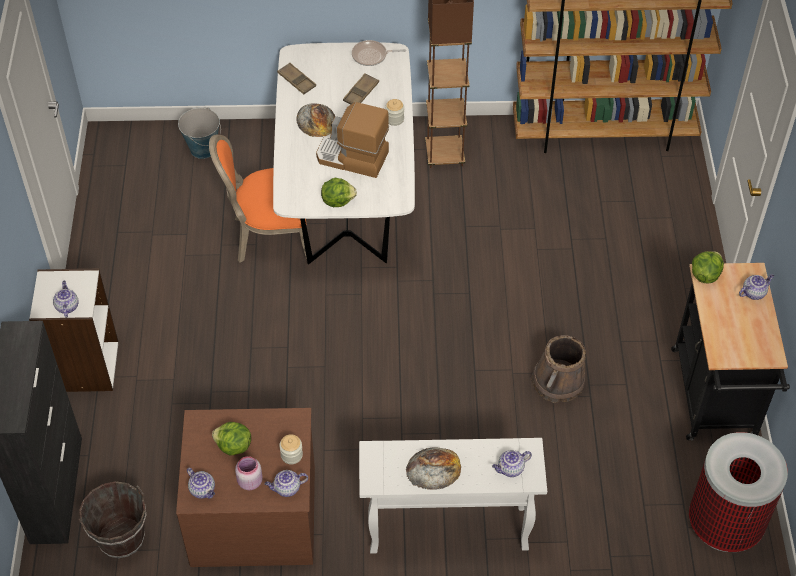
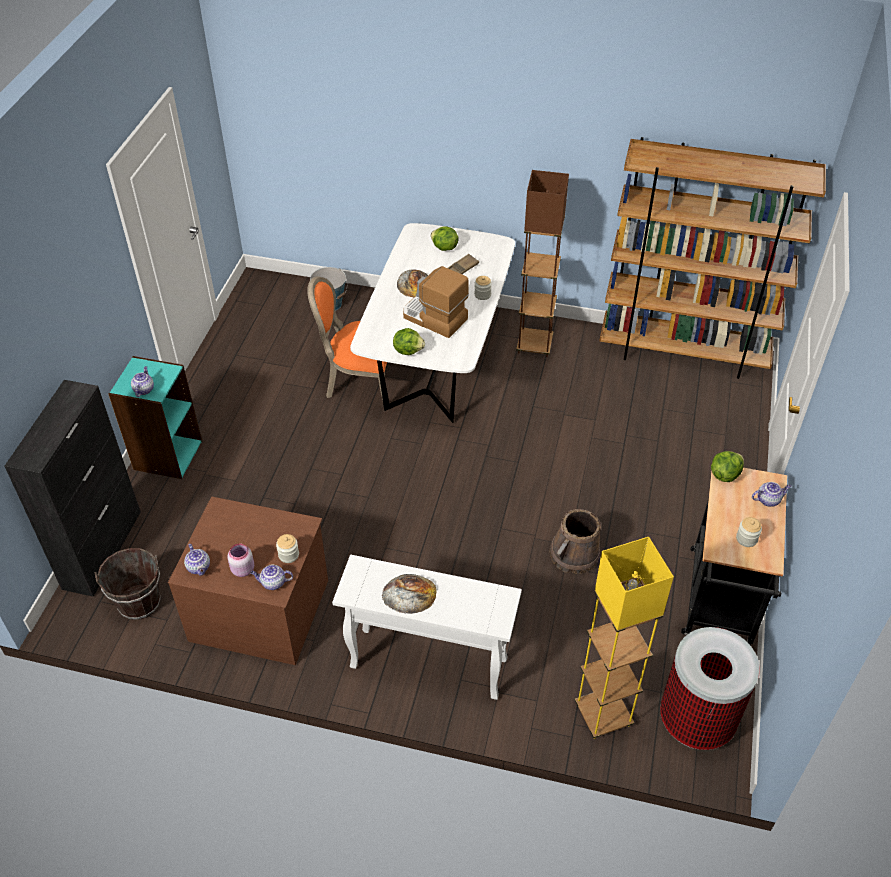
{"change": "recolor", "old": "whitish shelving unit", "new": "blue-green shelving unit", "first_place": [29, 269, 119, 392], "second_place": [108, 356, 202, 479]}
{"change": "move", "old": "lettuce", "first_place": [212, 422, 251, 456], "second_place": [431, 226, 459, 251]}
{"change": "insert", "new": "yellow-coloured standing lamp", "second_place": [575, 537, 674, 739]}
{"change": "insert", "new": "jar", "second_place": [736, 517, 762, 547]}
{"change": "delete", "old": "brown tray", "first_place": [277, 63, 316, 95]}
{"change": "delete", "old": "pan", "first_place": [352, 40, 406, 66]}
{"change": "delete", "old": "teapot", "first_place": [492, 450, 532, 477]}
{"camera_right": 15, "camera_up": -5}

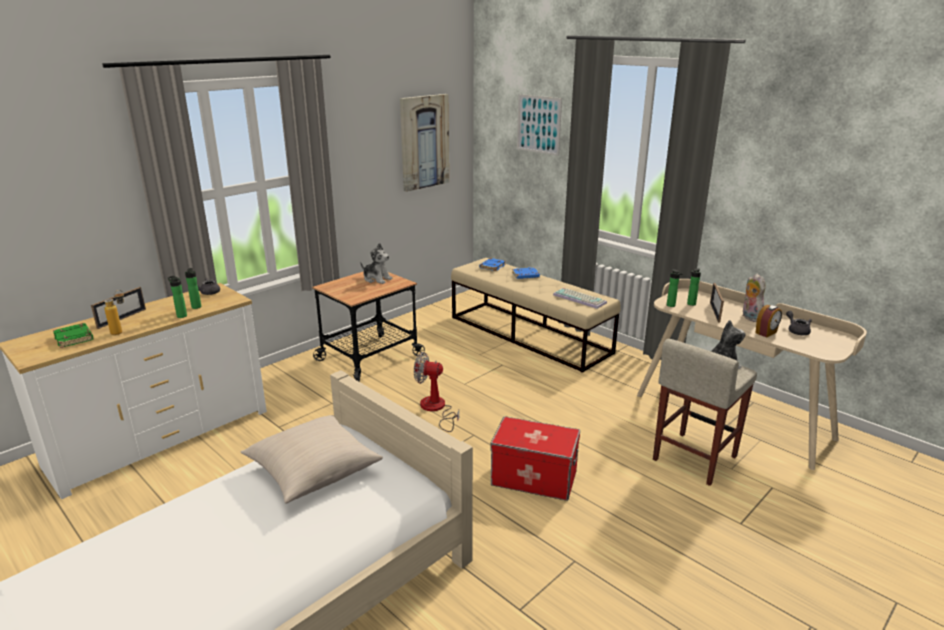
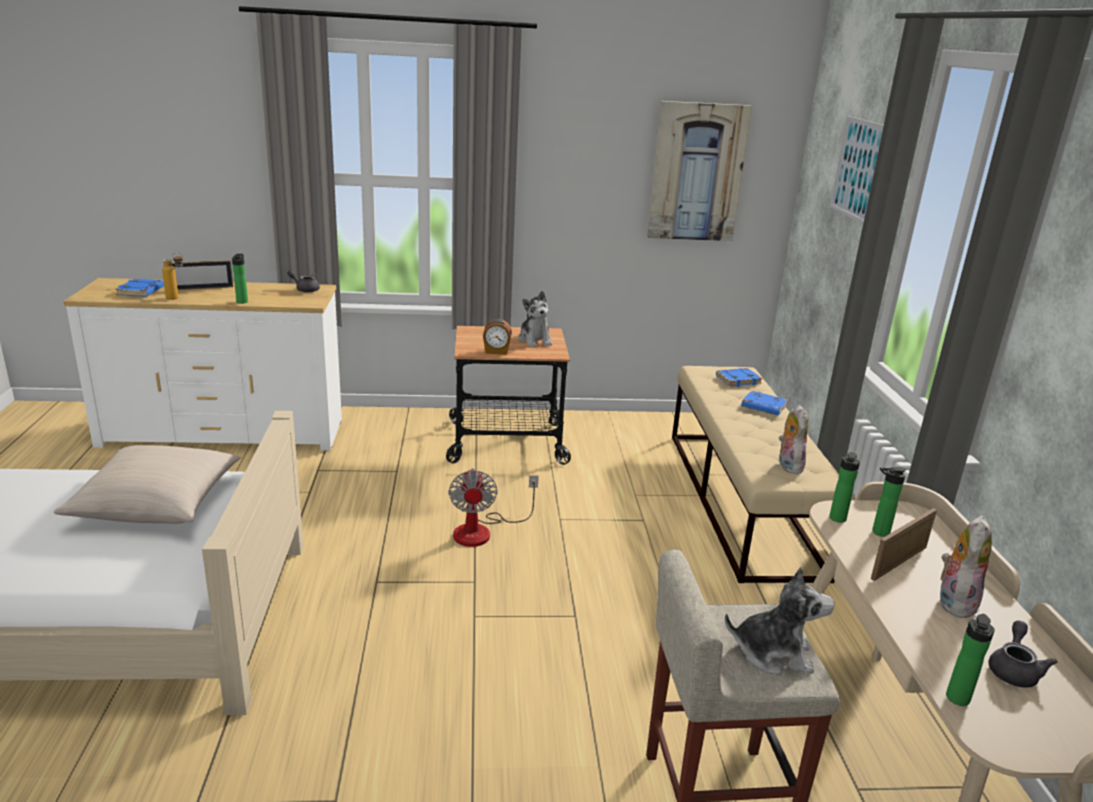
{"change": "recolor", "old": "green volume", "new": "blue volume", "first_place": [53, 323, 94, 348], "second_place": [115, 278, 164, 297]}
{"change": "rotate", "old": "fan", "first_place": [414, 352, 459, 432], "second_place": [449, 468, 539, 547], "degrees": -150}
{"change": "move", "old": "bedside clock", "first_place": [756, 305, 782, 337], "second_place": [483, 319, 512, 355]}
{"change": "replace", "old": "computer keyboard", "new": "cuddly toy", "first_place": [553, 288, 607, 309], "second_place": [779, 405, 808, 474]}
{"change": "move", "old": "drink bottle", "first_place": [185, 268, 201, 309], "second_place": [946, 614, 995, 706]}
{"change": "delete", "old": "storage box", "first_place": [490, 416, 580, 501]}
{"camera_right": 40, "camera_up": 0}

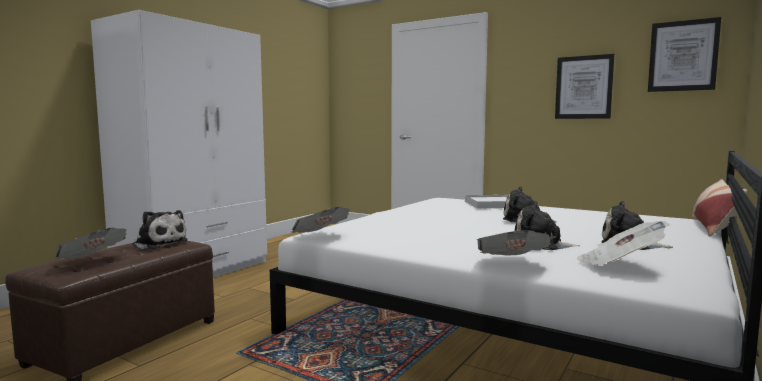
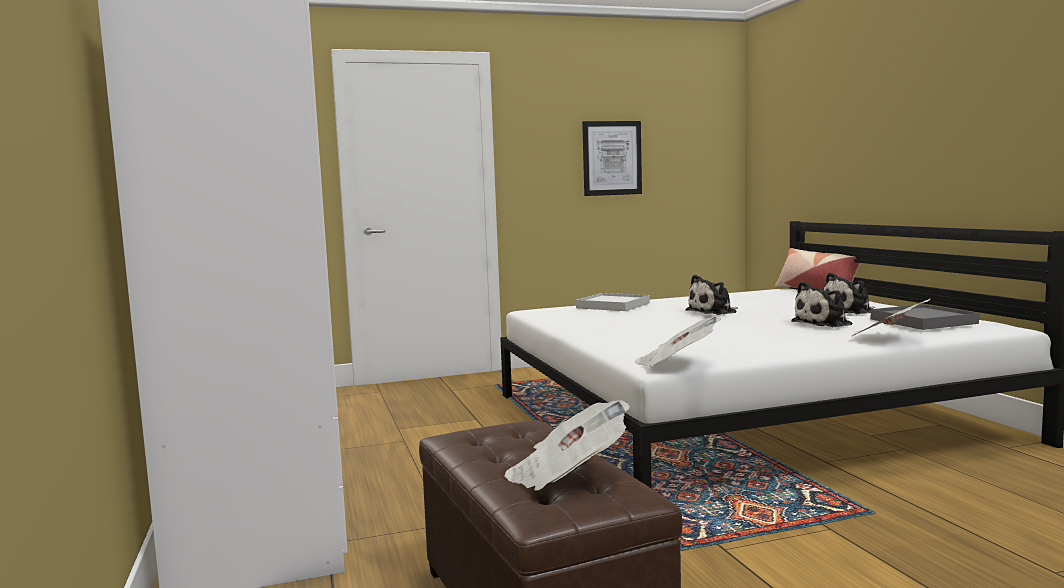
{"change": "replace", "old": "printed paper", "new": "gray tray", "first_place": [577, 221, 669, 266], "second_place": [871, 304, 979, 330]}
{"change": "delete", "old": "cuddly toy", "first_place": [132, 210, 188, 249]}
{"change": "delete", "old": "picture", "first_place": [648, 17, 721, 92]}
{"camera_right": -50, "camera_up": 0}

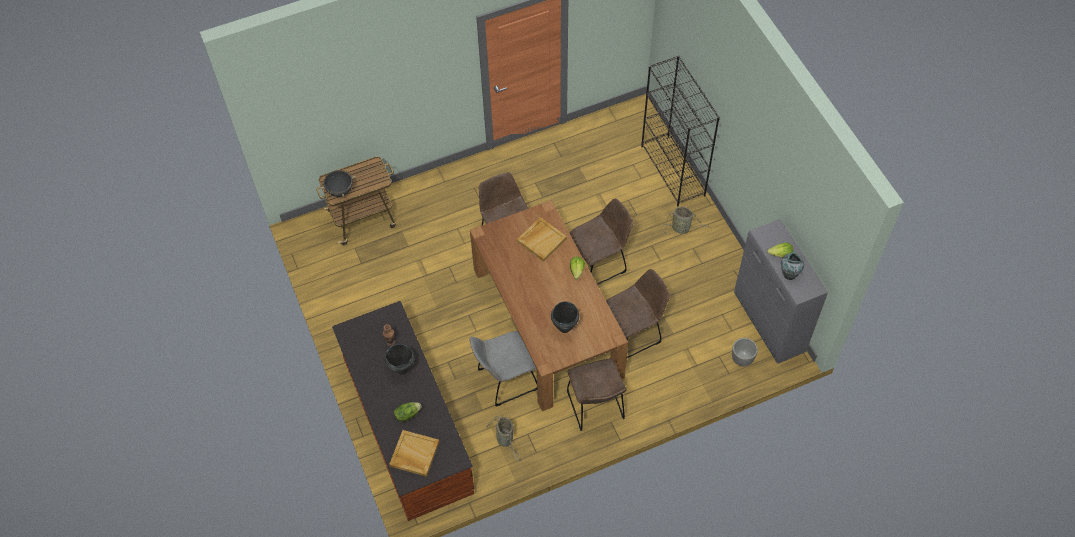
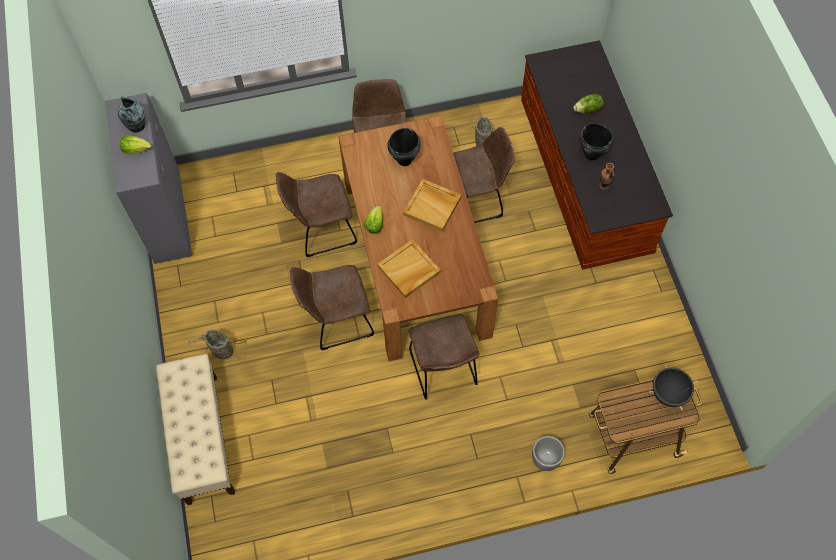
{"change": "replace", "old": "black-coloured shelving unit", "new": "beige long seat", "first_place": [641, 55, 720, 206], "second_place": [156, 354, 235, 505]}
{"change": "move", "old": "beige tray", "first_place": [389, 430, 439, 477], "second_place": [403, 179, 461, 232]}
{"change": "recolor", "old": "gray plain chair", "new": "brown plain chair", "first_place": [469, 331, 537, 406], "second_place": [453, 127, 515, 223]}
{"change": "move", "old": "plant pot", "first_place": [732, 338, 758, 367], "second_place": [532, 436, 565, 471]}
{"camera_right": -170, "camera_up": 5}

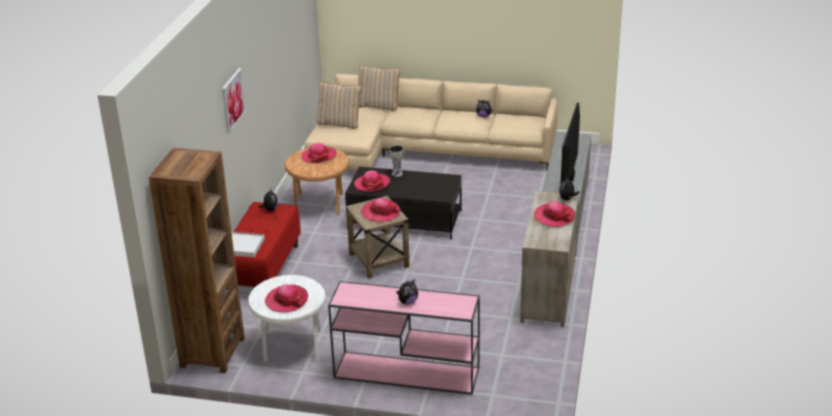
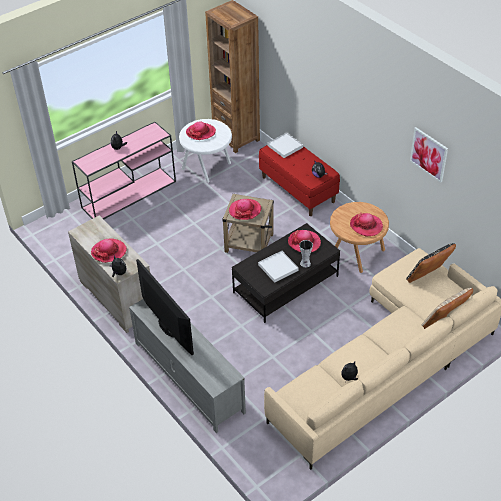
{"change": "insert", "new": "whitish tray", "second_place": [258, 251, 298, 283]}
{"change": "recolor", "old": "beige cushion", "new": "black-coloured cushion", "first_place": [317, 82, 361, 129], "second_place": [406, 243, 456, 283]}
{"change": "move", "old": "picture", "first_place": [222, 68, 246, 133], "second_place": [410, 127, 448, 183]}
{"camera_right": 130, "camera_up": 15}

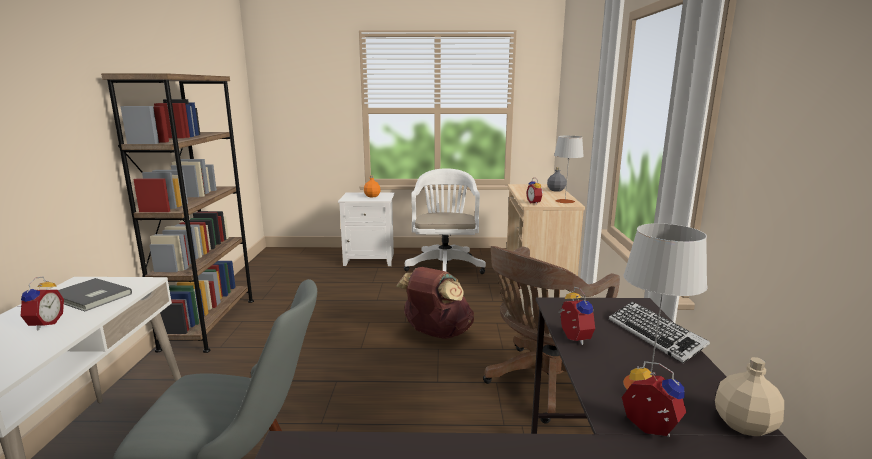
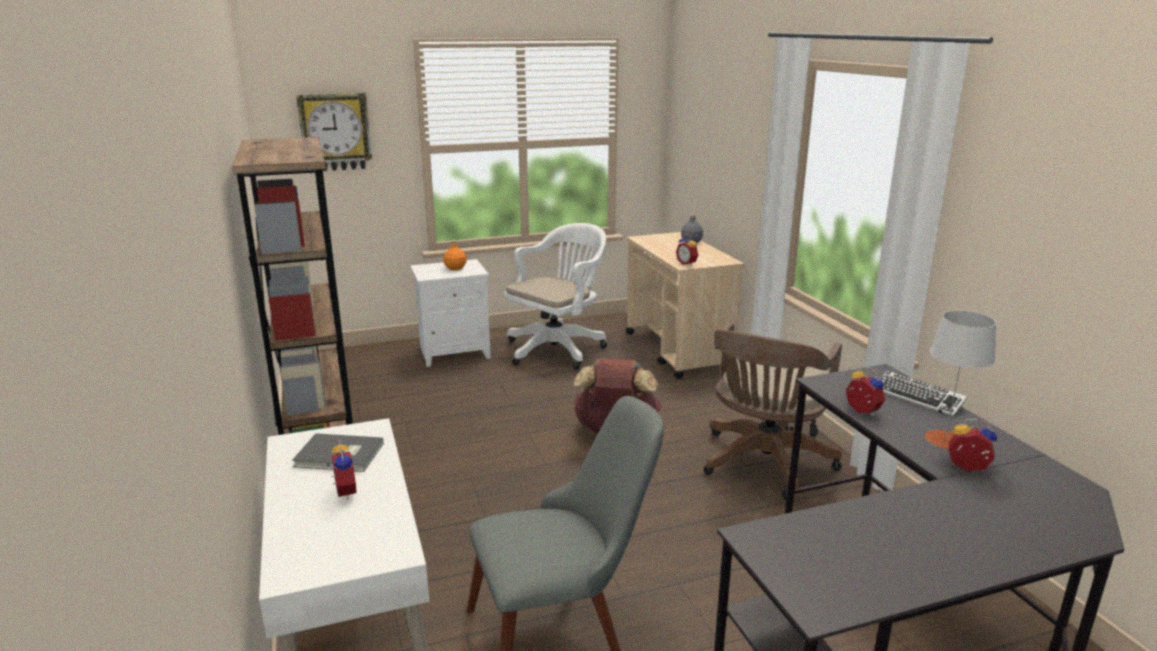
{"change": "insert", "new": "clock on the wall", "second_place": [296, 93, 372, 171]}
{"change": "rotate", "old": "whitish desk chair", "first_place": [404, 168, 486, 274], "second_place": [504, 223, 607, 370], "degrees": 60}
{"change": "delete", "old": "gray table lamp", "first_place": [554, 136, 584, 204]}
{"change": "delete", "old": "beige drink bottle", "first_place": [715, 357, 784, 436]}
{"camera_right": -20, "camera_up": 5}

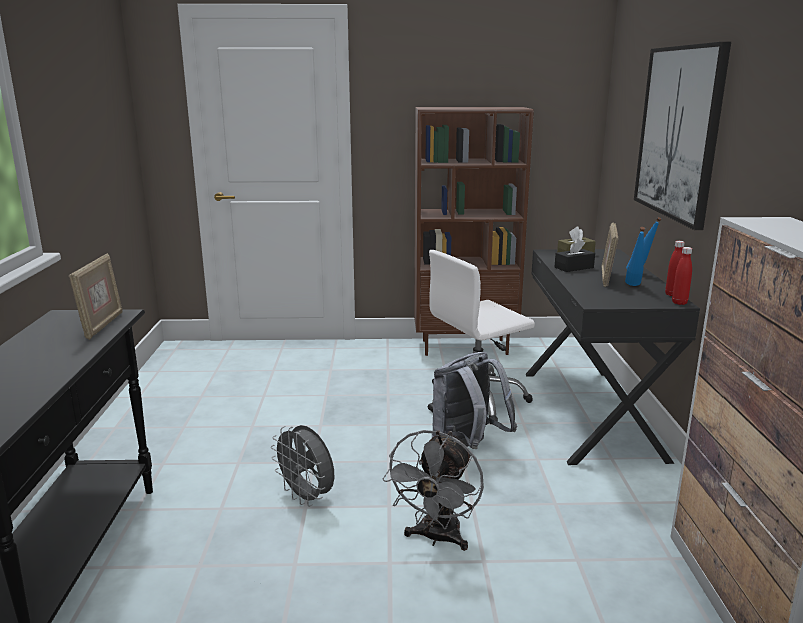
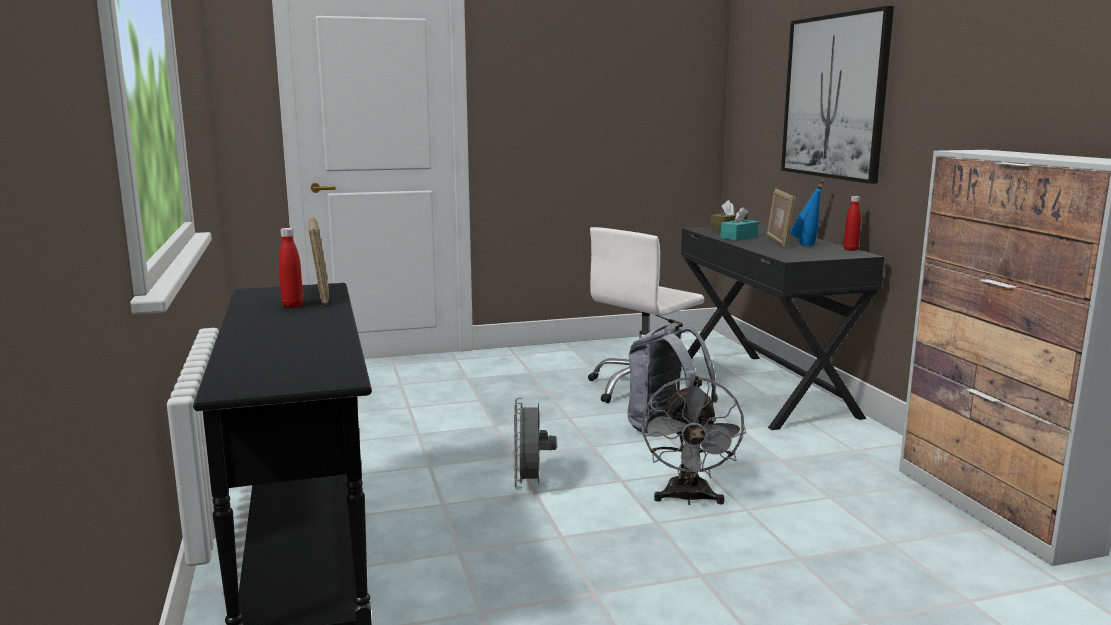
{"change": "move", "old": "red drink bottle", "first_place": [672, 247, 692, 305], "second_place": [279, 228, 303, 308]}
{"change": "rotate", "old": "gray fan", "first_place": [271, 425, 334, 507], "second_place": [513, 398, 557, 490], "degrees": 60}
{"change": "recolor", "old": "black-coloured tissue box", "new": "blue-green tissue box", "first_place": [555, 238, 595, 272], "second_place": [720, 207, 758, 241]}
{"change": "delete", "old": "brown shelving unit", "first_place": [414, 107, 534, 356]}
{"camera_right": -15, "camera_up": -5}

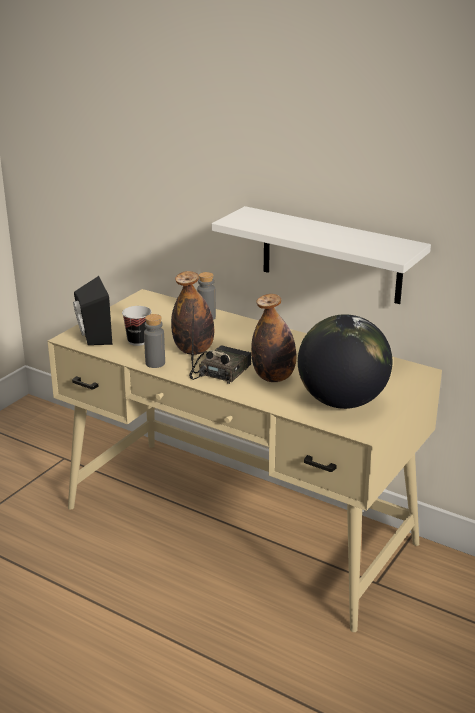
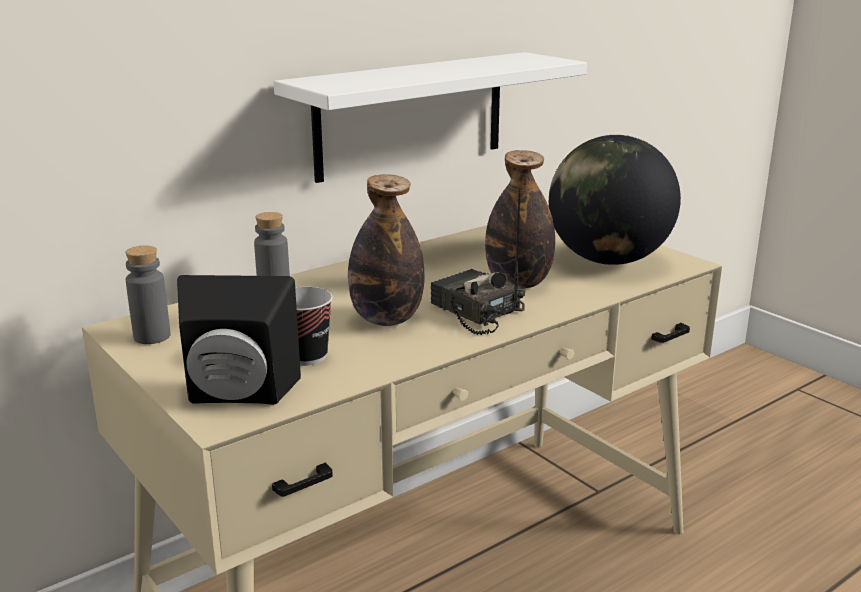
{"change": "move", "old": "gray drink bottle", "first_place": [144, 314, 165, 368], "second_place": [126, 246, 170, 344]}
{"camera_right": -70, "camera_up": -5}

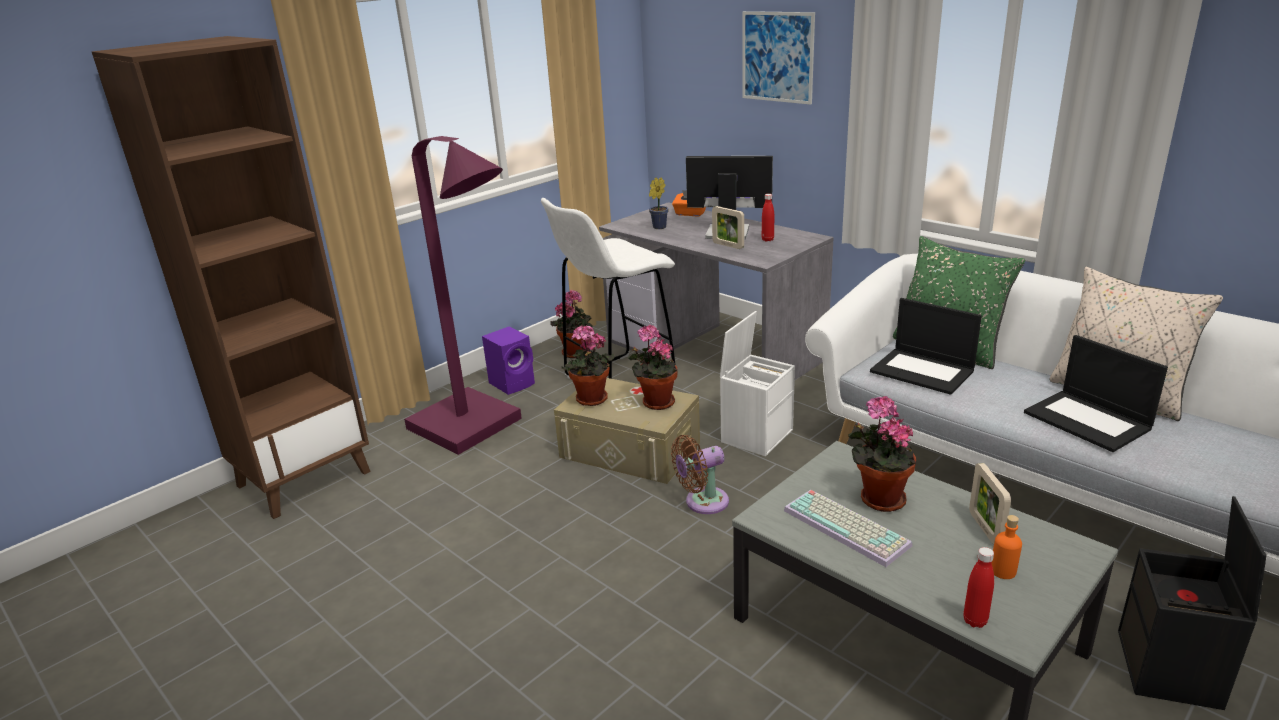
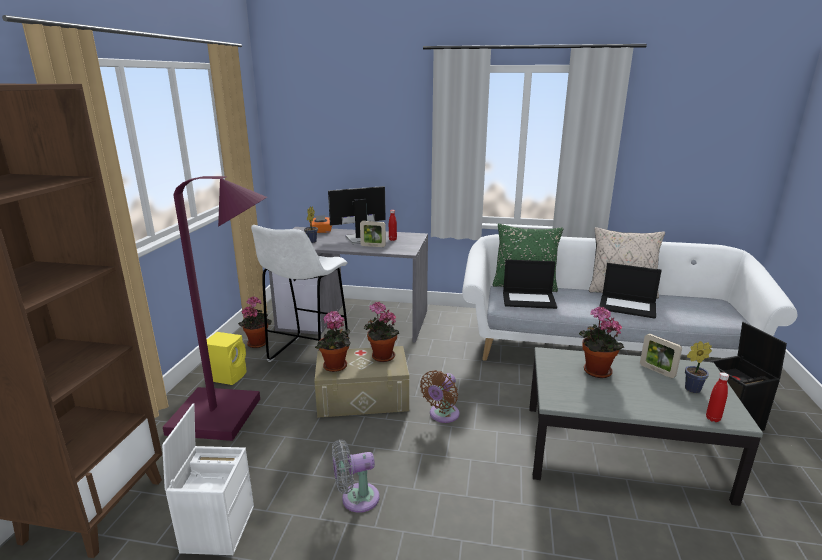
{"change": "move", "old": "whitish storage box", "first_place": [720, 311, 795, 456], "second_place": [162, 403, 254, 555]}
{"change": "recolor", "old": "purple-coloured audio speaker", "new": "yellow-coloured audio speaker", "first_place": [482, 326, 535, 395], "second_place": [207, 332, 247, 385]}
{"change": "insert", "new": "gray fan", "second_place": [332, 439, 379, 513]}
{"change": "replace", "old": "orange drink bottle", "new": "houseplant", "first_place": [992, 515, 1022, 579], "second_place": [685, 341, 712, 393]}
{"change": "delete", "old": "picture", "first_place": [743, 11, 815, 105]}
{"change": "delete", "old": "computer keyboard", "first_place": [784, 490, 912, 567]}
{"camera_right": -35, "camera_up": -5}

